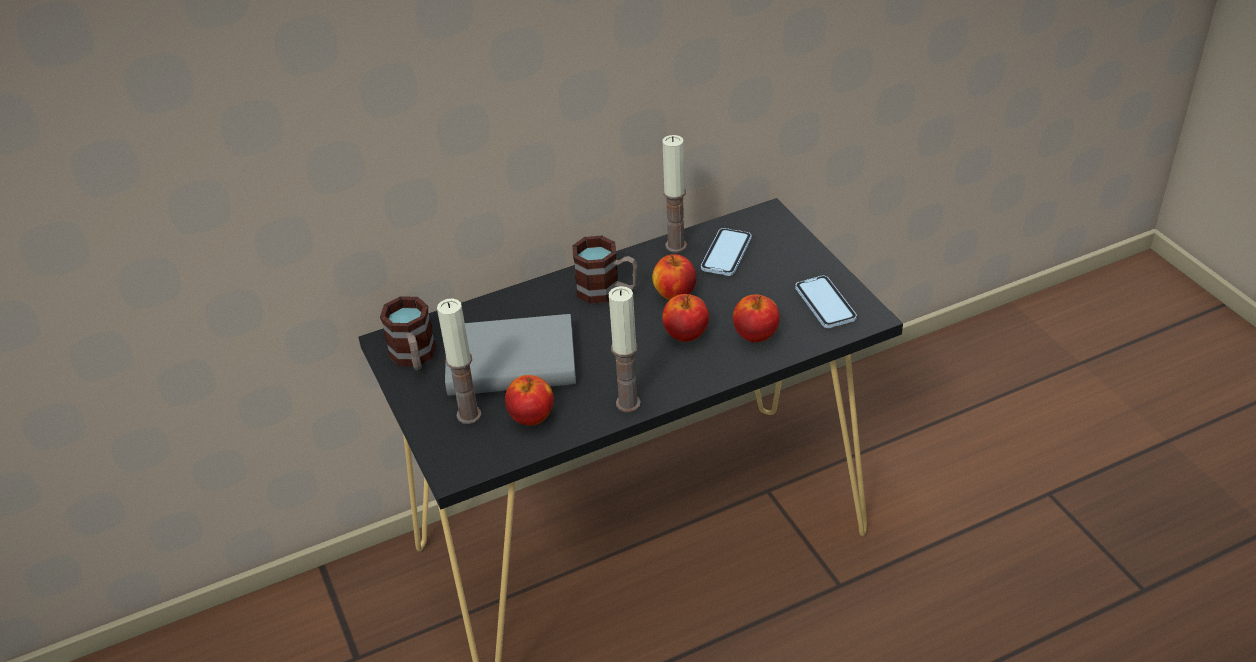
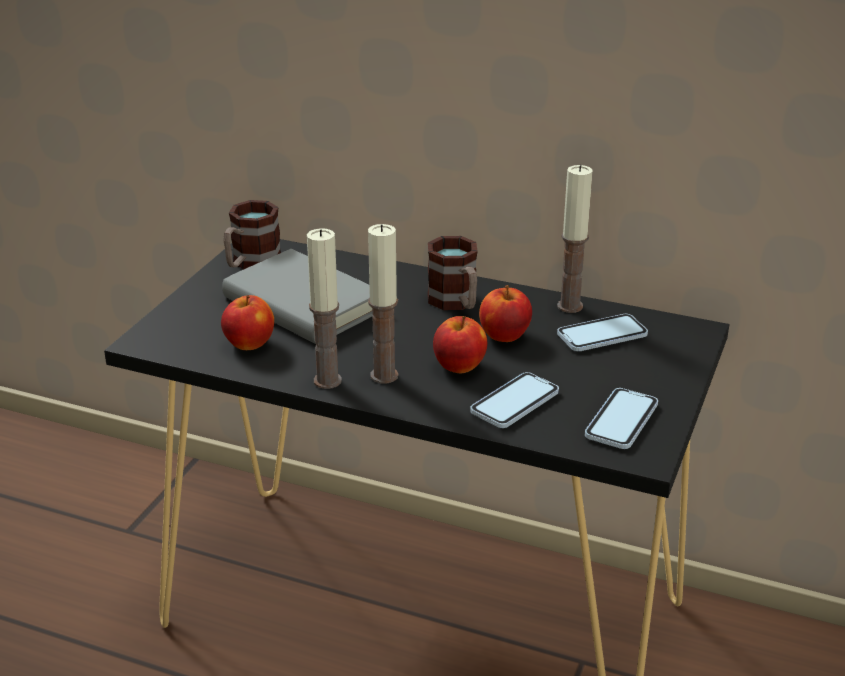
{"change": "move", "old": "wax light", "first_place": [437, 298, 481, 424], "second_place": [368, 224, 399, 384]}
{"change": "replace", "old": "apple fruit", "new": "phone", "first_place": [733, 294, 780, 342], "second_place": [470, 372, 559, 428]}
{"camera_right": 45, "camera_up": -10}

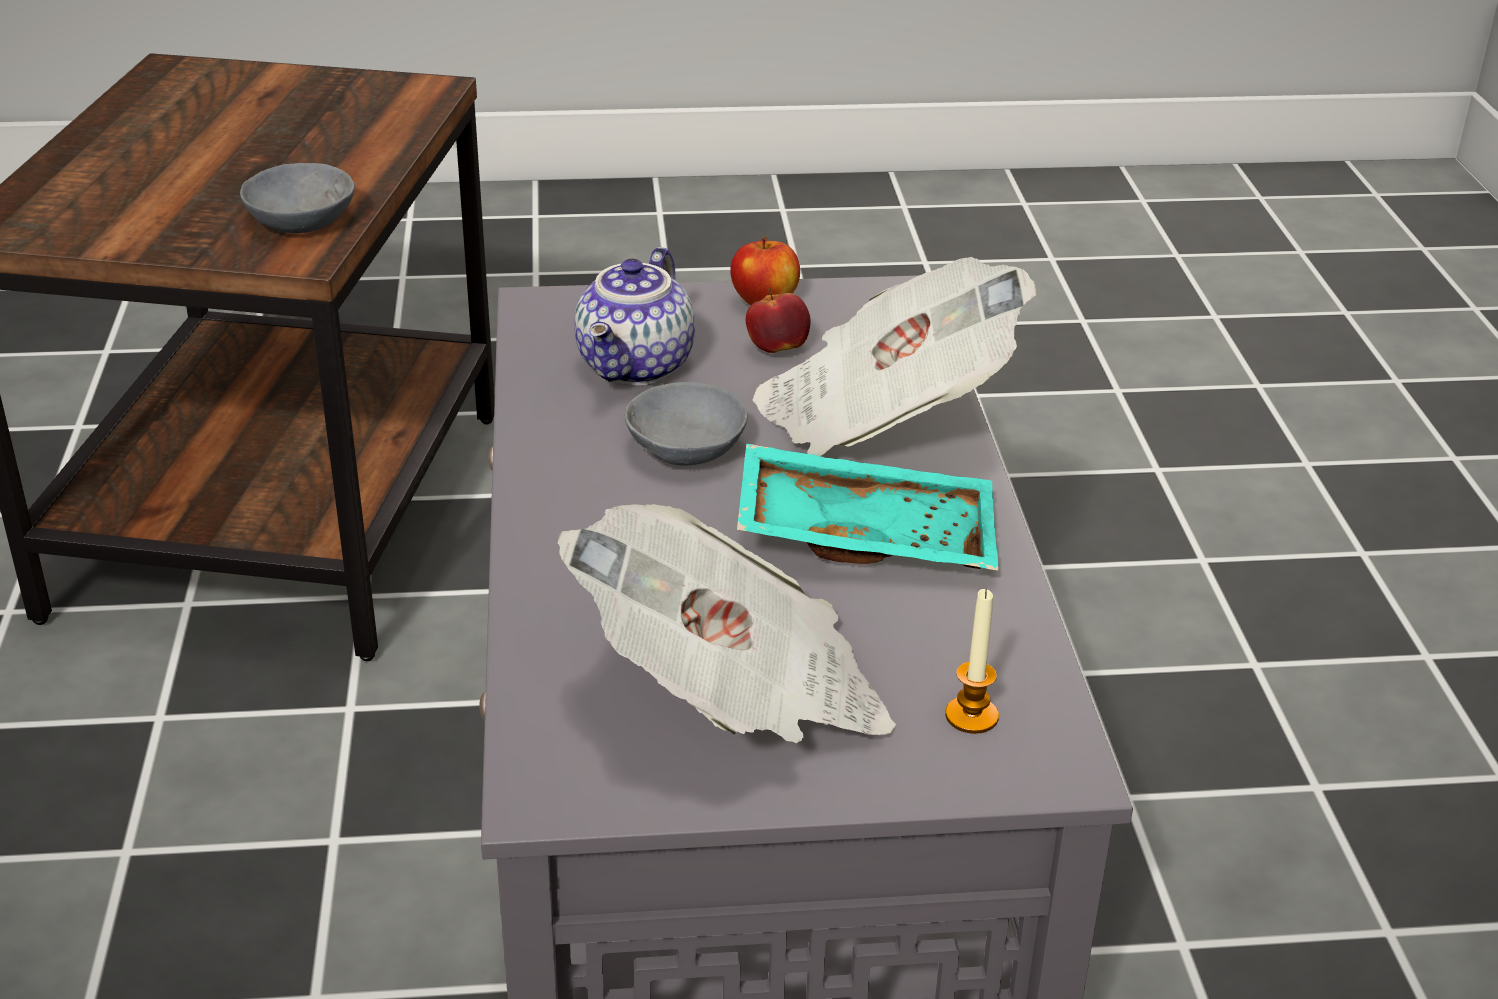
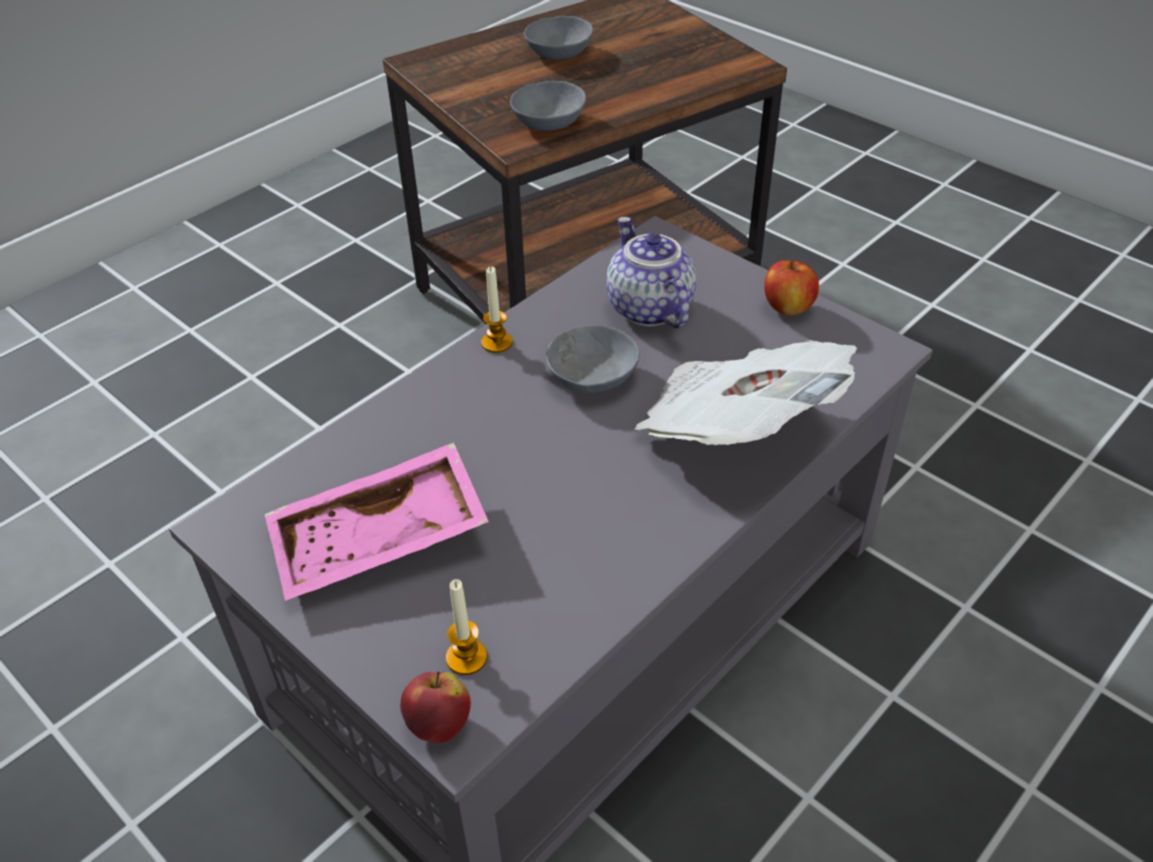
{"change": "replace", "old": "printed paper", "new": "pinkish tray", "first_place": [558, 504, 896, 743], "second_place": [265, 442, 489, 601]}
{"change": "move", "old": "apple fruit", "first_place": [746, 288, 810, 353], "second_place": [400, 672, 471, 742]}
{"change": "insert", "new": "wax light", "second_place": [481, 267, 513, 353]}
{"change": "insert", "new": "gray bowl", "second_place": [524, 16, 593, 60]}
{"change": "rotate", "old": "teapot", "first_place": [574, 247, 695, 386], "second_place": [606, 217, 696, 328], "degrees": 90}
{"change": "delete", "old": "blue-green tray", "first_place": [737, 444, 999, 571]}
{"camera_right": 50, "camera_up": 10}

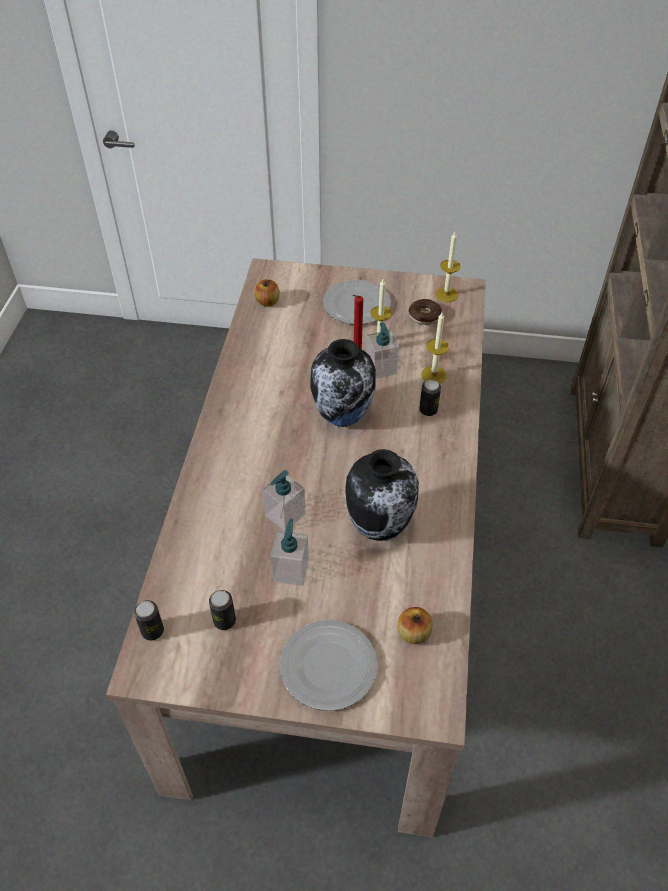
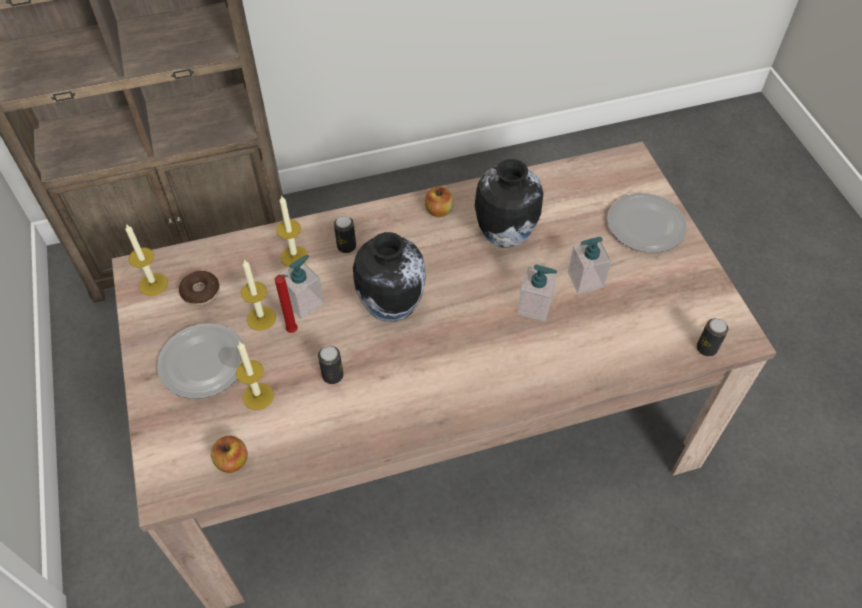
{"change": "insert", "new": "wax light", "second_place": [236, 341, 274, 410]}
{"change": "move", "old": "sealed can", "first_place": [209, 590, 236, 630], "second_place": [318, 346, 344, 384]}
{"change": "move", "old": "apple fruit", "first_place": [397, 607, 433, 644], "second_place": [425, 186, 453, 217]}
{"camera_right": -115, "camera_up": 5}

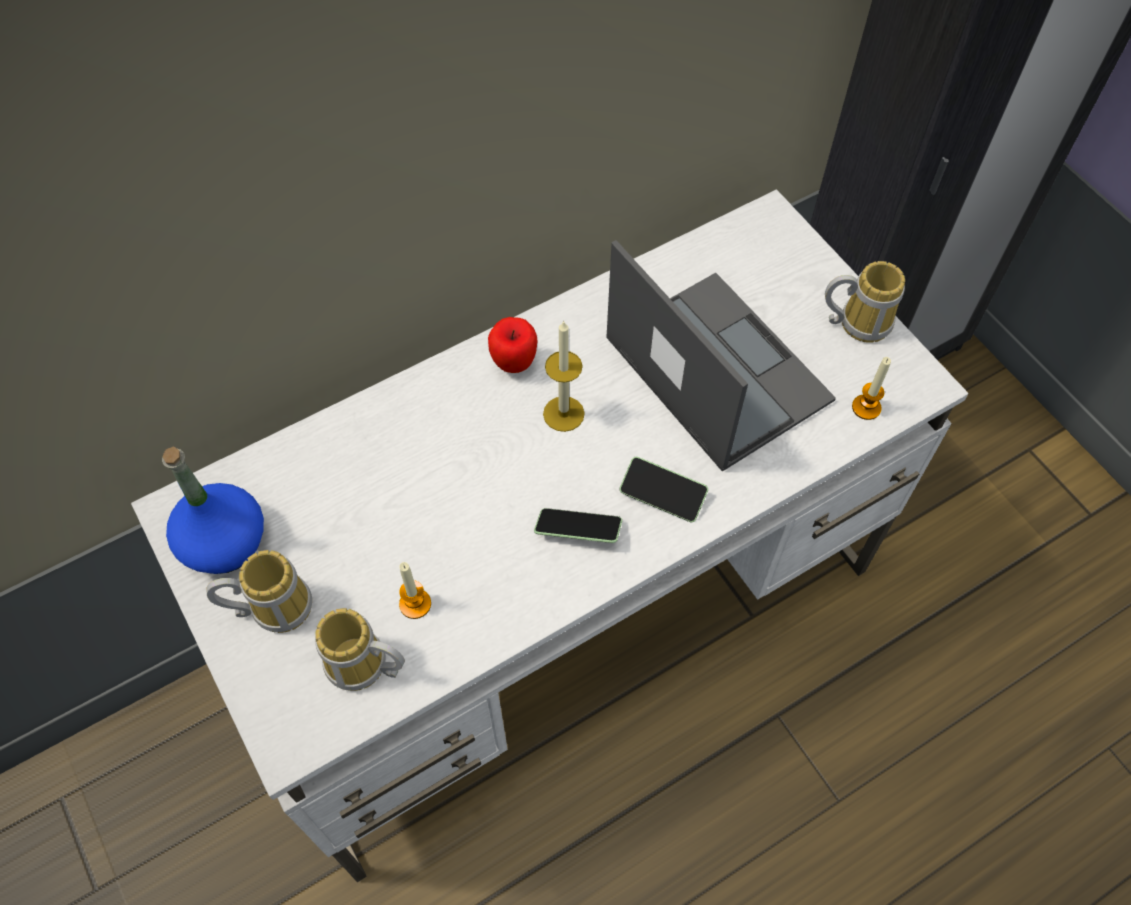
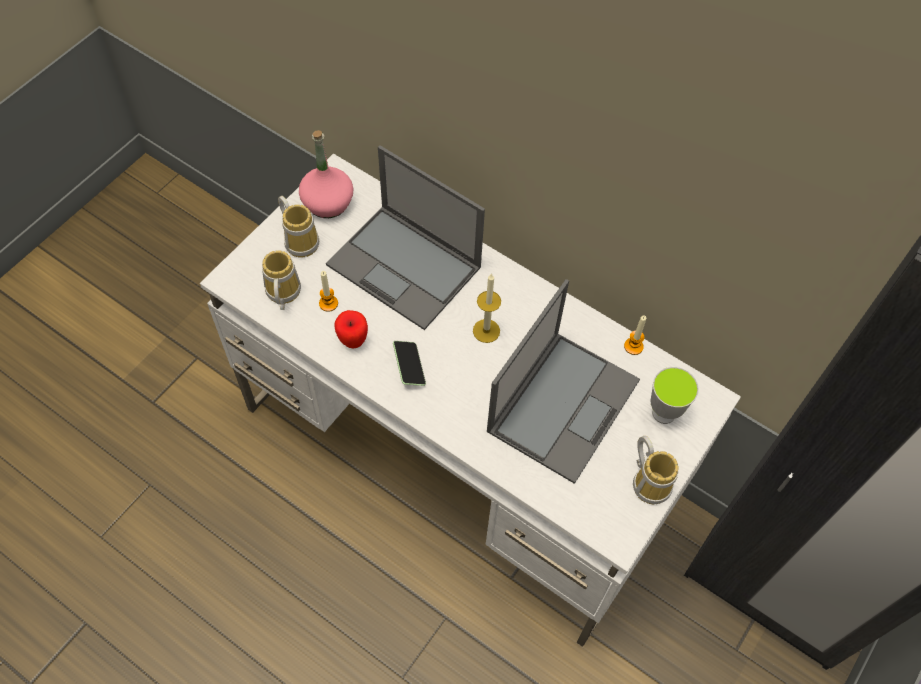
{"change": "recolor", "old": "blue drink bottle", "new": "pinkish drink bottle", "first_place": [162, 447, 264, 574], "second_place": [299, 130, 354, 218]}
{"change": "insert", "new": "notebook computer", "second_place": [326, 145, 485, 330]}
{"change": "move", "old": "apple fruit", "first_place": [488, 317, 537, 373], "second_place": [335, 310, 368, 348]}
{"change": "move", "old": "wax light", "first_place": [852, 357, 891, 420], "second_place": [624, 315, 646, 355]}
{"change": "insert", "new": "small cup", "second_place": [650, 367, 699, 424]}
{"change": "delete", "old": "phone", "first_place": [620, 457, 708, 522]}
{"camera_right": 65, "camera_up": 0}

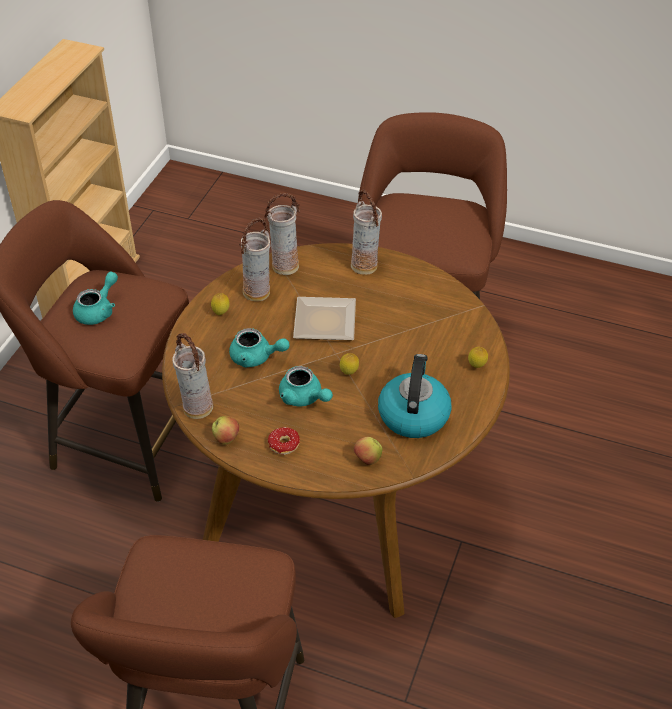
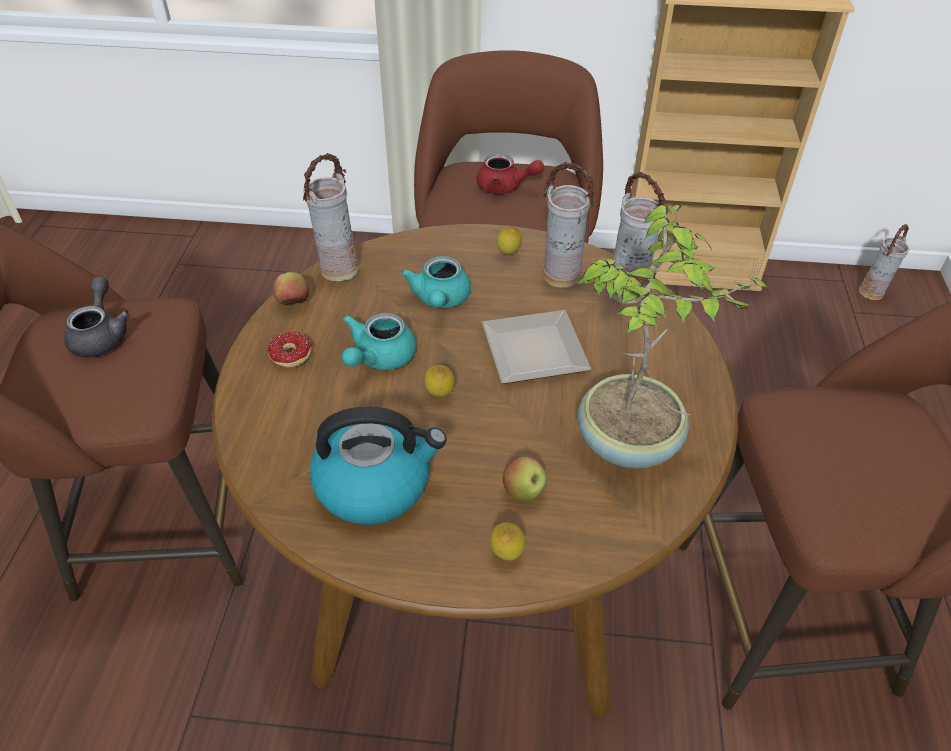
{"change": "insert", "new": "gray teapot", "second_place": [64, 276, 130, 358]}
{"change": "recolor", "old": "blue-green teapot", "new": "red teapot", "first_place": [73, 272, 118, 325], "second_place": [476, 154, 544, 194]}
{"change": "move", "old": "apple fruit", "first_place": [354, 437, 382, 465], "second_place": [503, 456, 547, 503]}
{"change": "insert", "new": "houseplant", "second_place": [576, 205, 768, 469]}
{"change": "move", "old": "vase", "first_place": [351, 190, 382, 275], "second_place": [859, 224, 909, 300]}
{"camera_right": 75, "camera_up": 0}

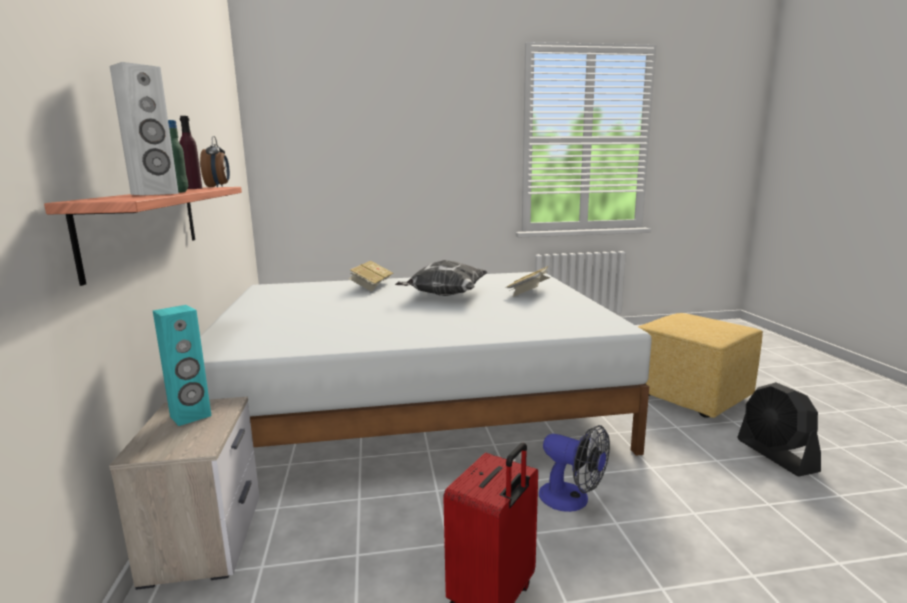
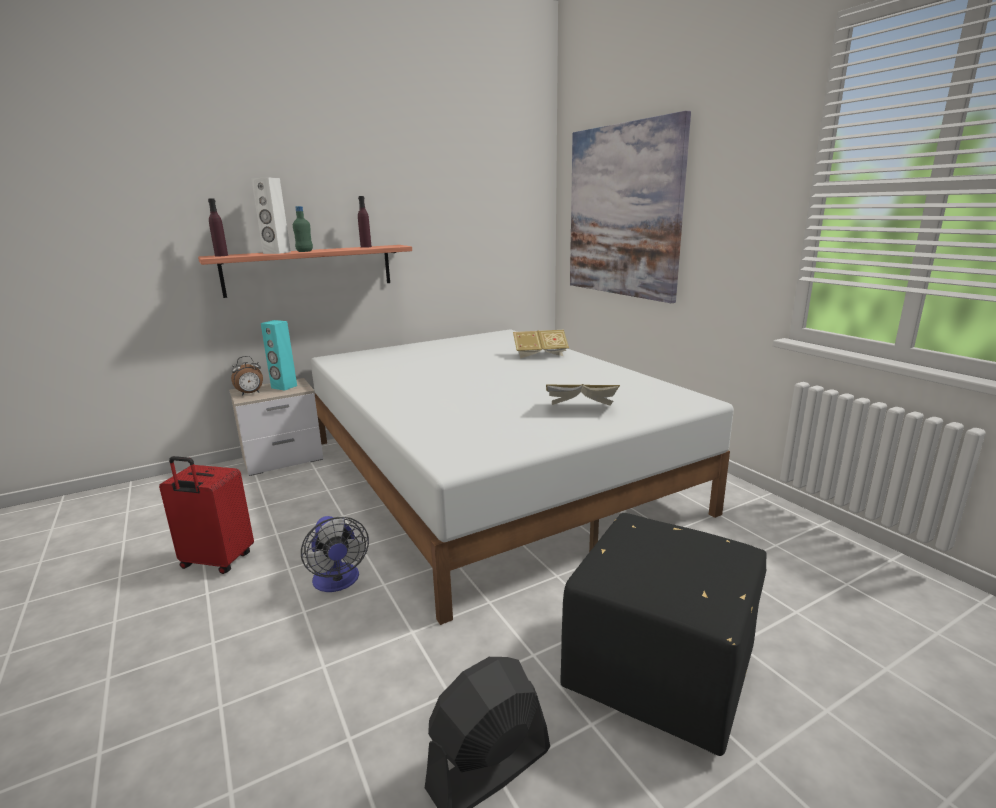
{"change": "insert", "new": "purple-coloured drink bottle", "second_place": [208, 198, 228, 257]}
{"change": "move", "old": "bedside clock", "first_place": [200, 136, 230, 187], "second_place": [231, 356, 263, 396]}
{"change": "rotate", "old": "fan", "first_place": [539, 425, 610, 512], "second_place": [301, 516, 369, 592], "degrees": -45}
{"change": "recolor", "old": "yellow-coloured ottoman", "new": "black-coloured ottoman", "first_place": [638, 313, 763, 418], "second_place": [560, 513, 767, 756]}
{"change": "insert", "new": "picture", "second_place": [570, 111, 691, 303]}
{"change": "delete", "old": "cushion", "first_place": [395, 260, 488, 296]}
{"camera_right": 70, "camera_up": 5}

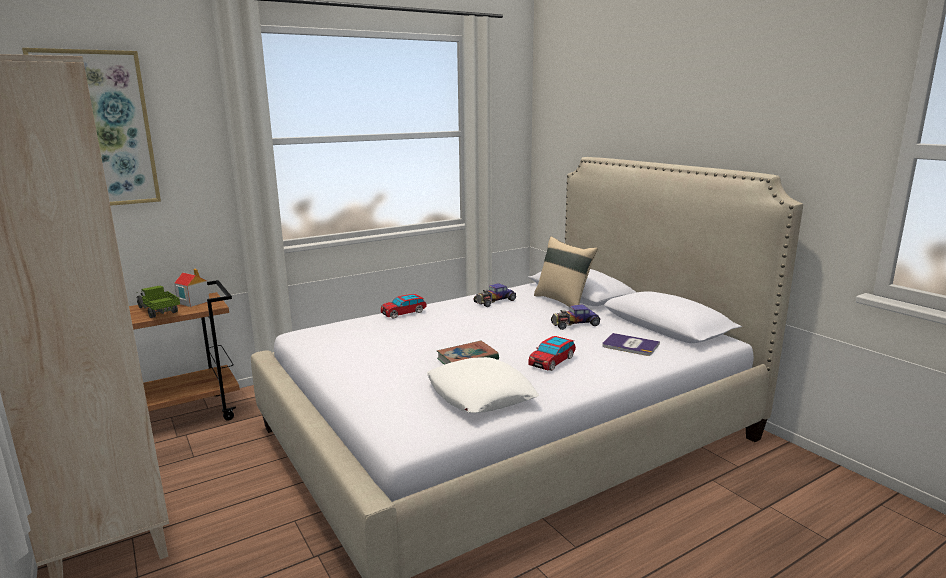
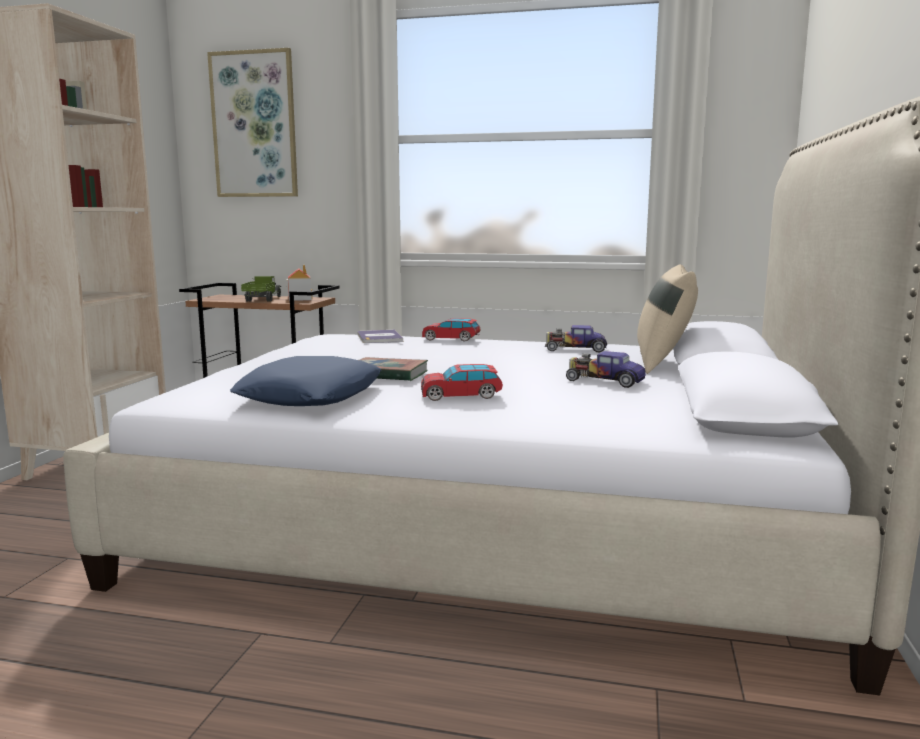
{"change": "recolor", "old": "whitish cushion", "new": "blue cushion", "first_place": [427, 357, 539, 413], "second_place": [230, 356, 381, 406]}
{"change": "move", "old": "volume", "first_place": [602, 333, 660, 356], "second_place": [358, 330, 403, 343]}
{"camera_right": 45, "camera_up": -5}

